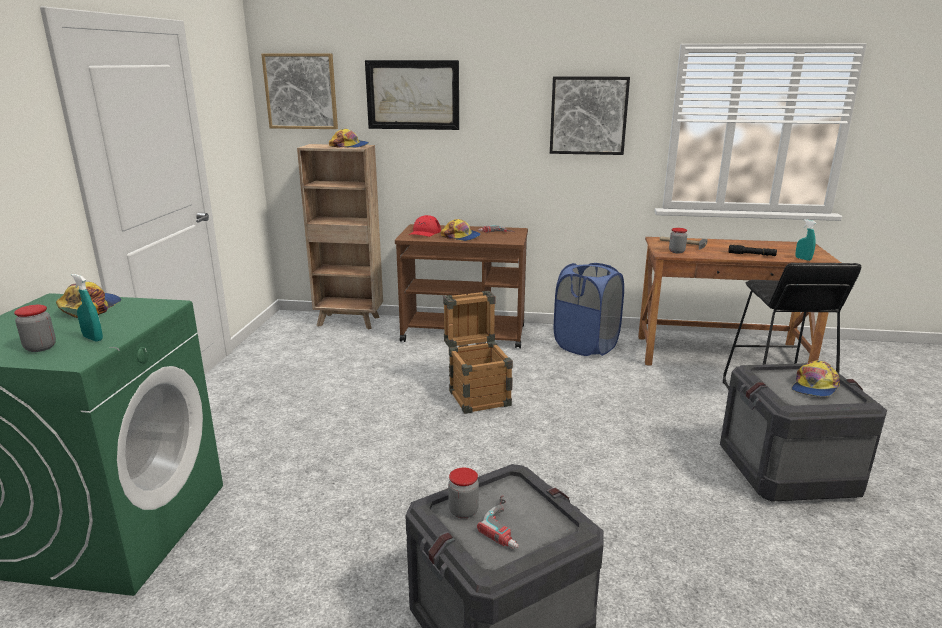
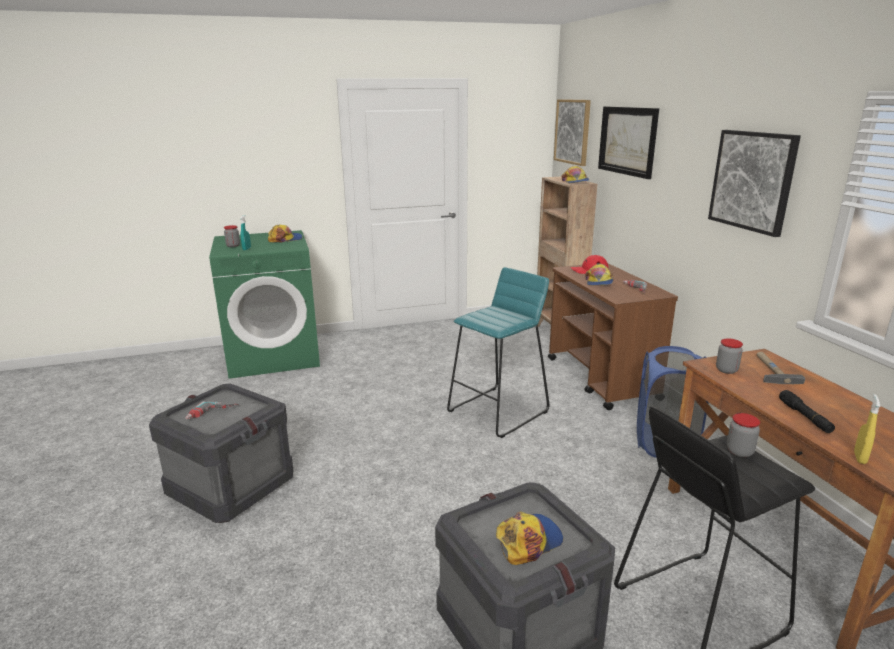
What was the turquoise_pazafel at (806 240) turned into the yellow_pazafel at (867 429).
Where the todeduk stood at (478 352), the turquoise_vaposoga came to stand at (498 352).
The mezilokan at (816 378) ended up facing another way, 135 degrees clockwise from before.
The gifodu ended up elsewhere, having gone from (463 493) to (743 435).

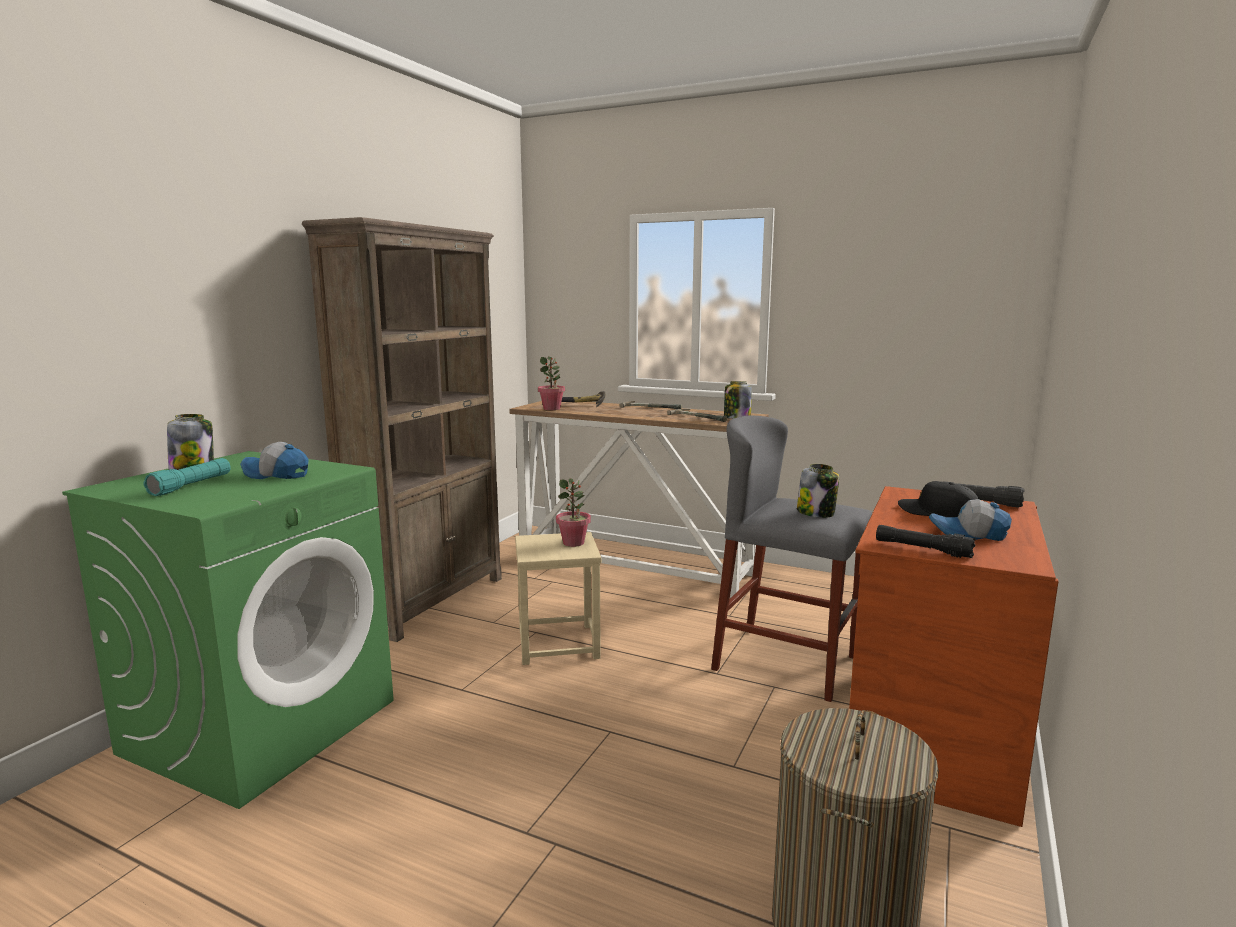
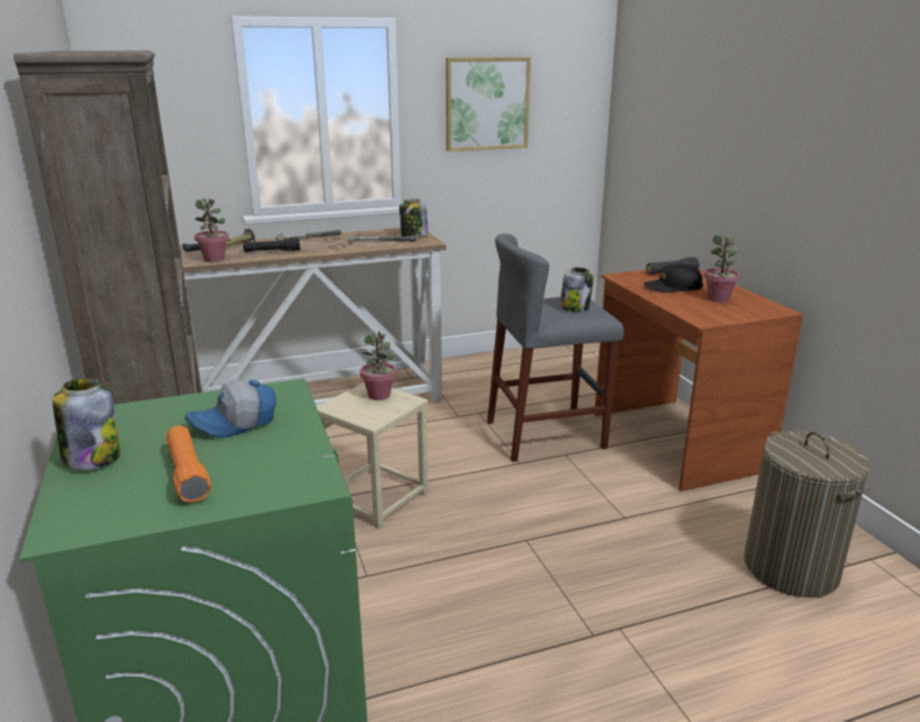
What was the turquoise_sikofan at (187 477) turned into the orange_sikofan at (188 464).
Where the mezilokan stood at (970 520), the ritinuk came to stand at (722 268).
The black_sikofan ended up elsewhere, having gone from (926 541) to (271 245).
The second view gained the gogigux at (488 104).

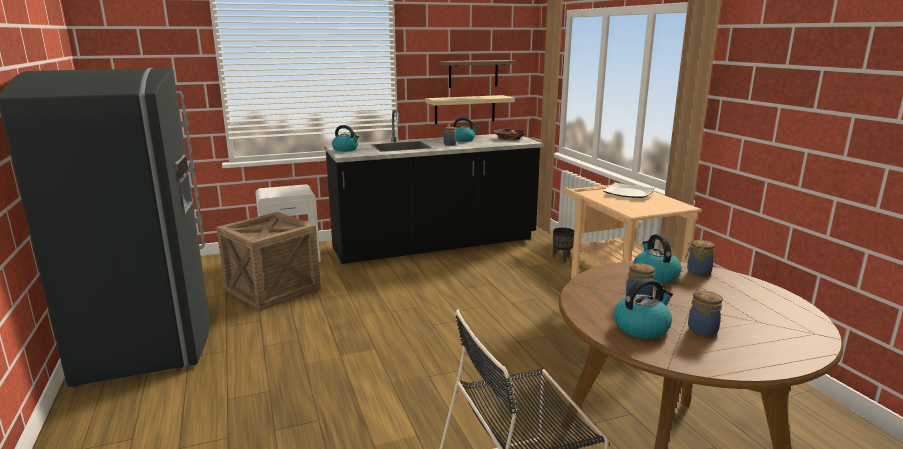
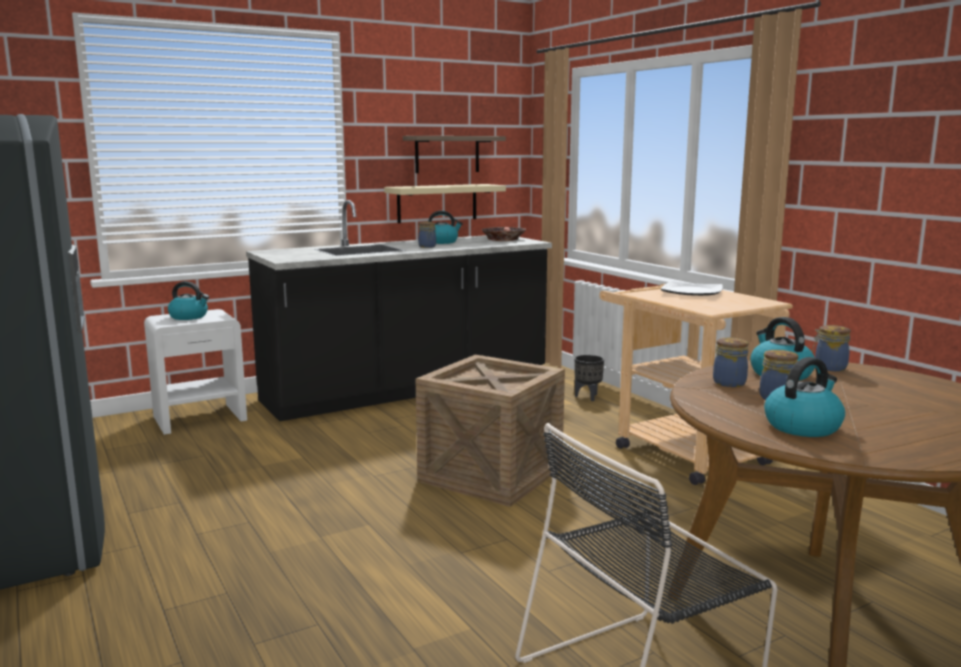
The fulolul ended up elsewhere, having gone from (345 138) to (188 300).
The todeduk ended up elsewhere, having gone from (268 261) to (490 431).
The gifodu ended up elsewhere, having gone from (705 314) to (731 362).

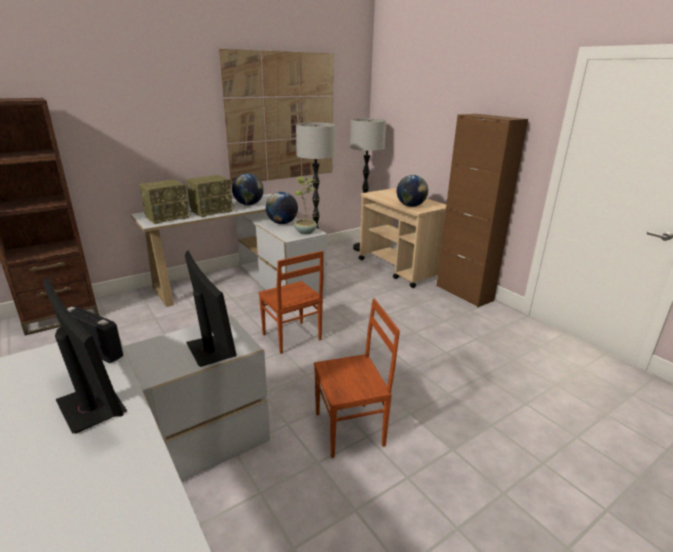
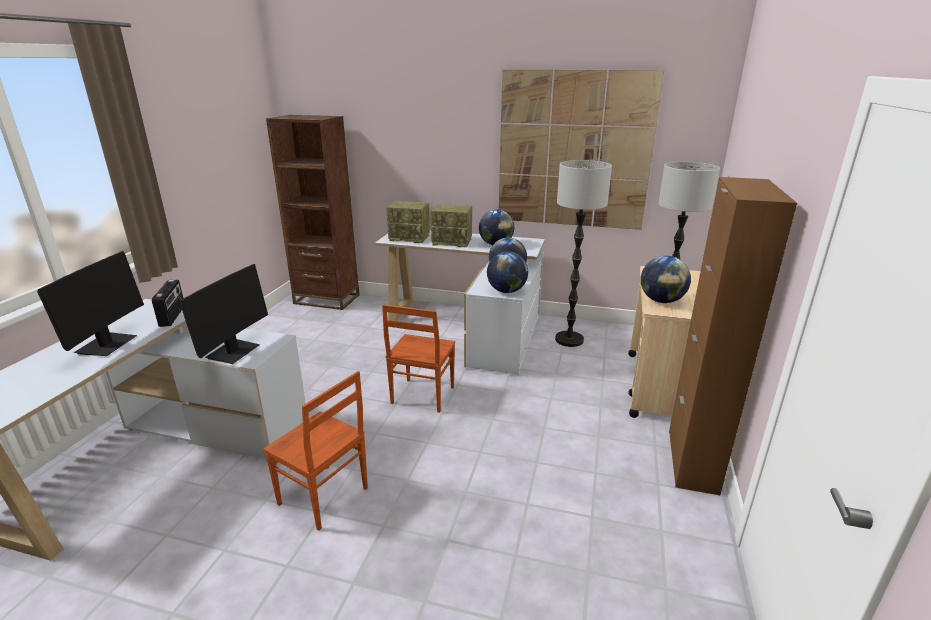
Where the ritinuk stood at (305 205), the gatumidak came to stand at (507 272).

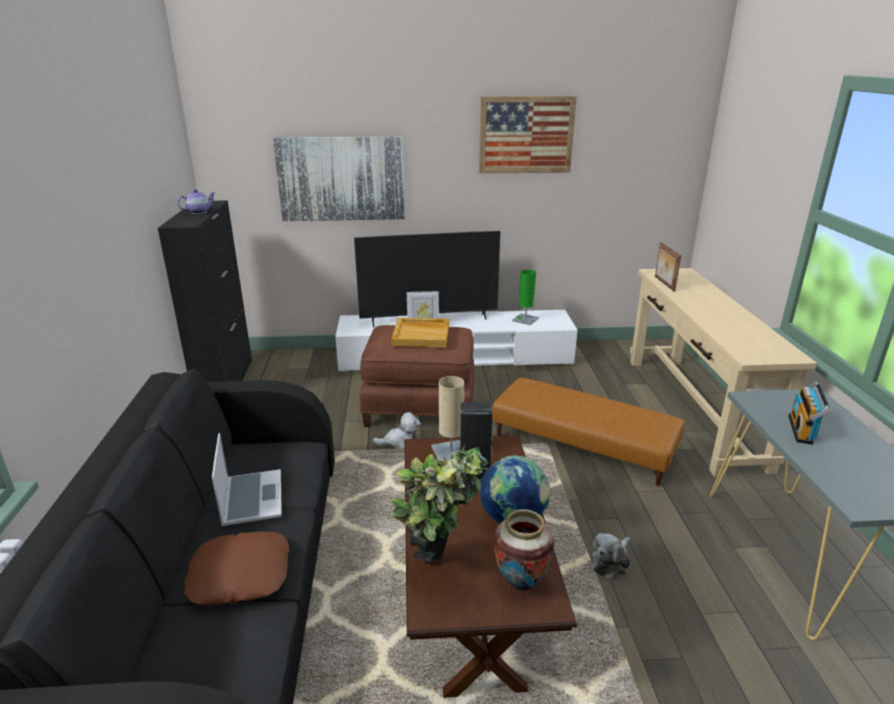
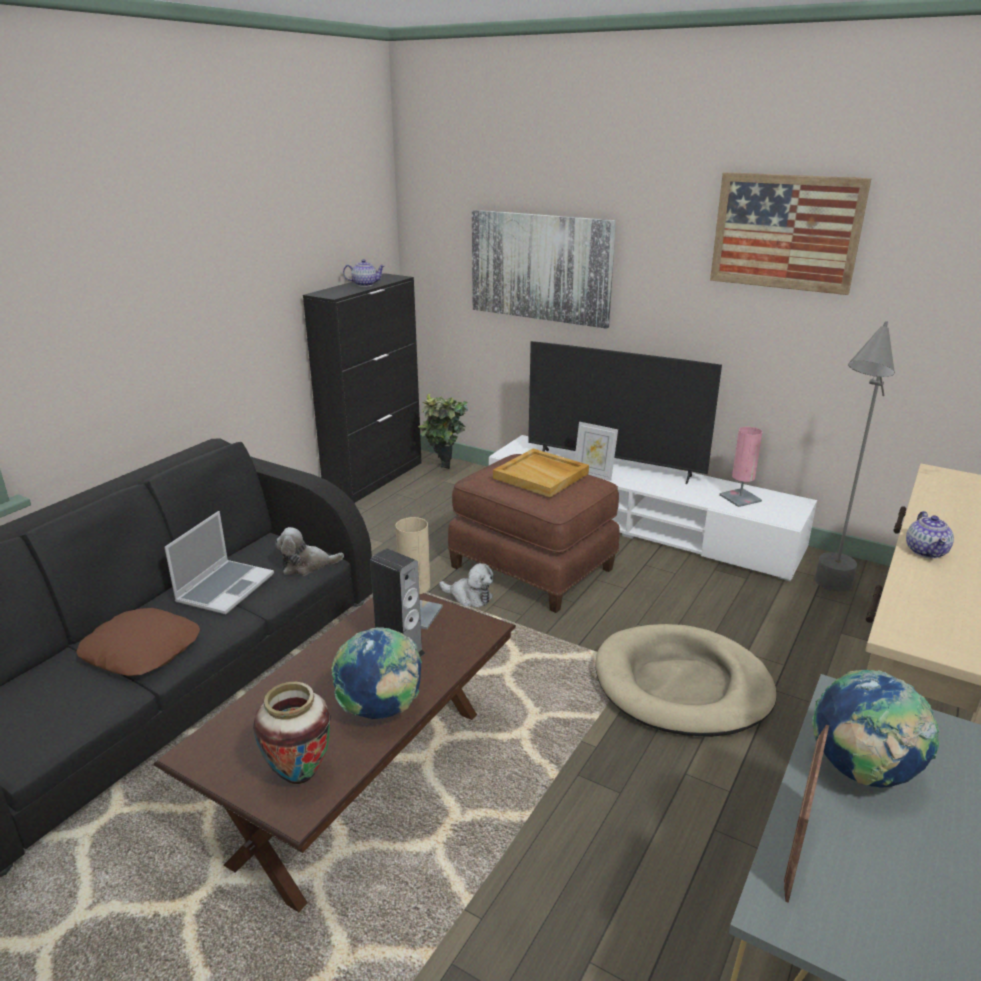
The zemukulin ended up elsewhere, having gone from (668 267) to (806 814).
What was the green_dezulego at (525 297) turned into the pink_dezulego at (740 466).
Where the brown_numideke stood at (588 432), the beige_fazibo came to stand at (685 680).
Where the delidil stood at (809 413), the gatumidak came to stand at (876 729).
The ritinuk ended up elsewhere, having gone from (440 503) to (443 431).
The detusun ended up elsewhere, having gone from (610 556) to (309 551).
The second view gained the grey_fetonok at (855 456).
The second view gained the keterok at (930 535).

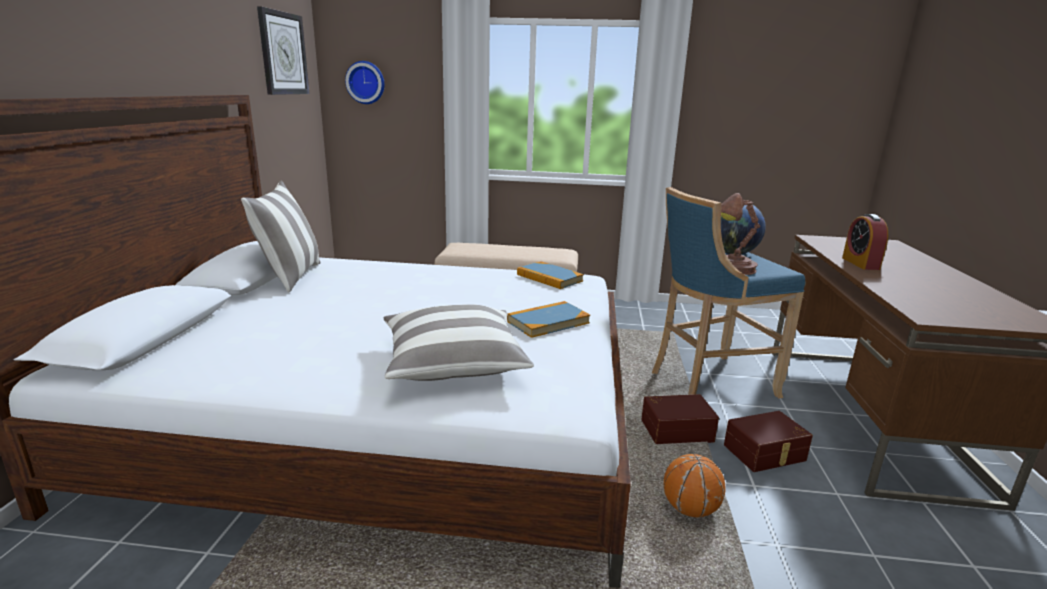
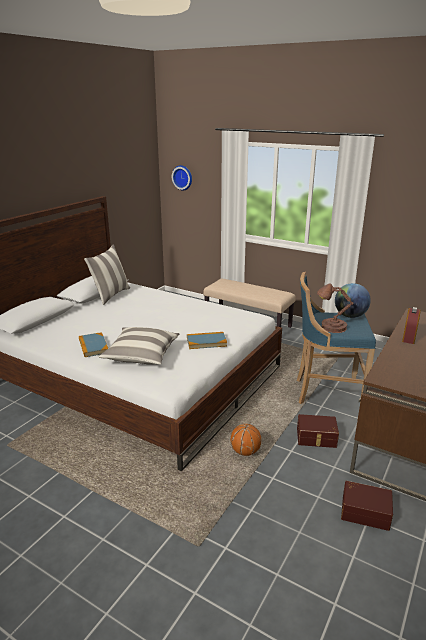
The second view lost the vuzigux at (283 50).
The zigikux ended up elsewhere, having gone from (550 275) to (93 344).
The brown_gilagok ended up elsewhere, having gone from (680 419) to (367 506).

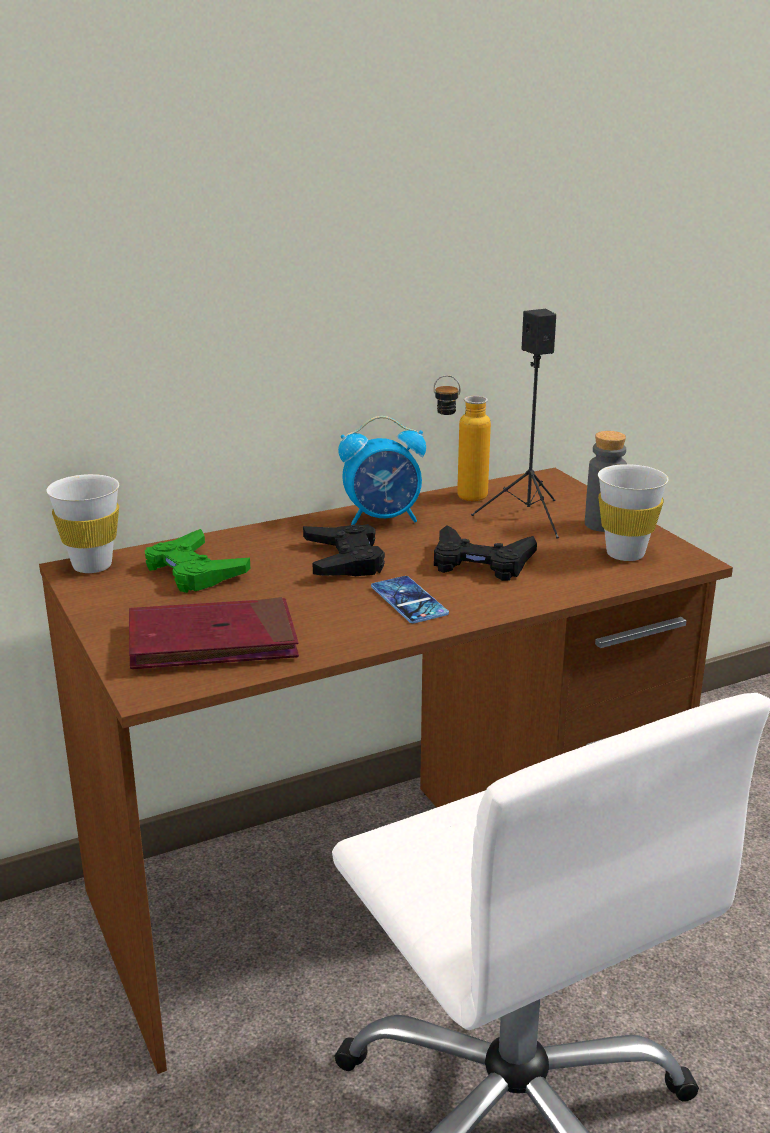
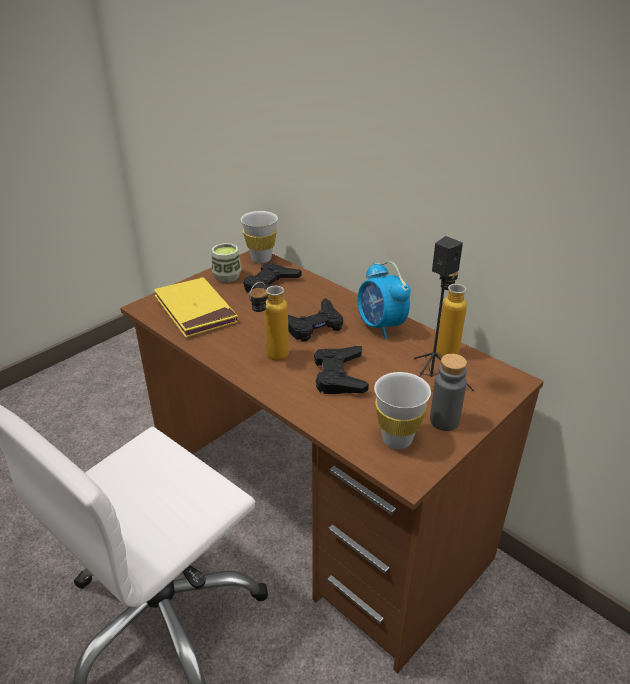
What was the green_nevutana at (197 561) turned into the black_nevutana at (272 280).
Where the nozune stood at (410 599), the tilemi came to stand at (269 321).
What was the red_zigikux at (214 633) turned into the yellow_zigikux at (196 307).
The second view gained the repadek at (227 262).

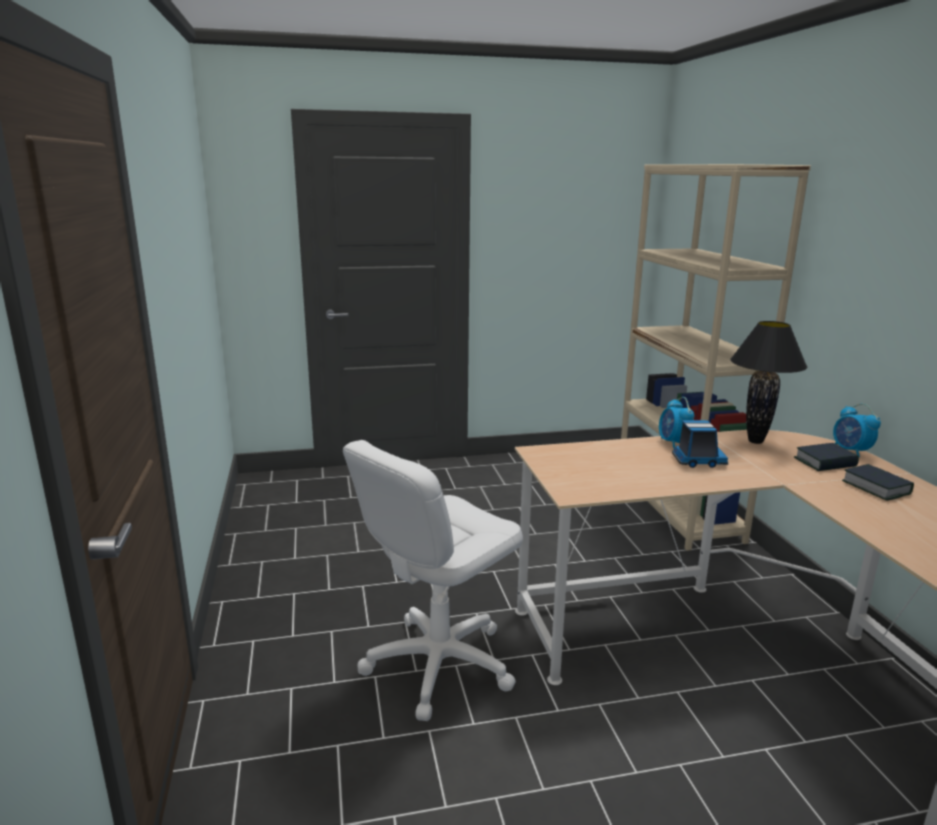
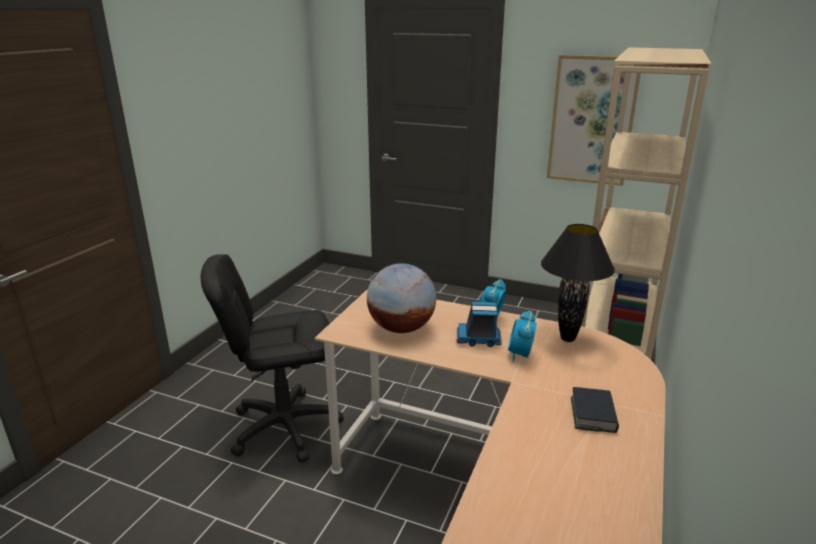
The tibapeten ended up elsewhere, having gone from (857 430) to (522 336).
The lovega at (700 444) ended up facing another way, 150 degrees clockwise from before.
What was the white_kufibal at (433 580) turned into the black_kufibal at (272 358).
The second view lost the zigikux at (826 457).
The second view gained the gogigux at (594 120).
The second view gained the gatumidak at (401 298).

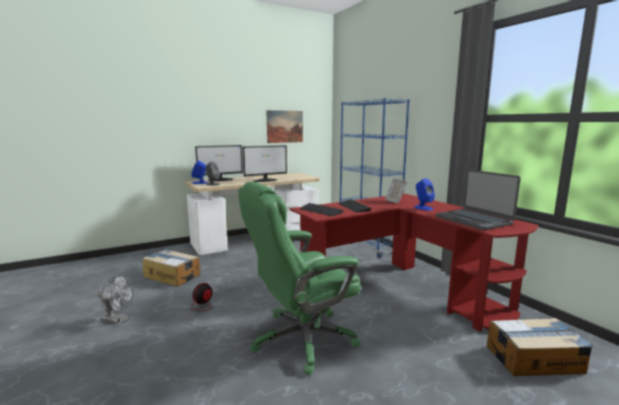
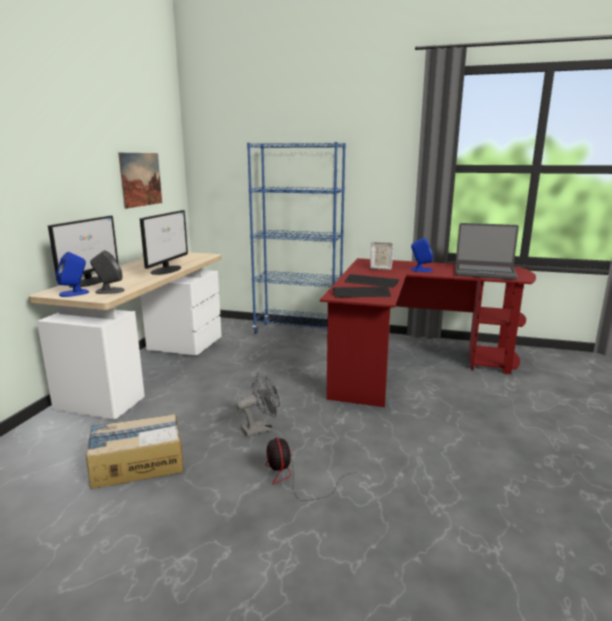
The second view lost the green_kufibal at (299 278).
The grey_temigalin ended up elsewhere, having gone from (115 300) to (258 405).
The second view lost the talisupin at (540 347).

